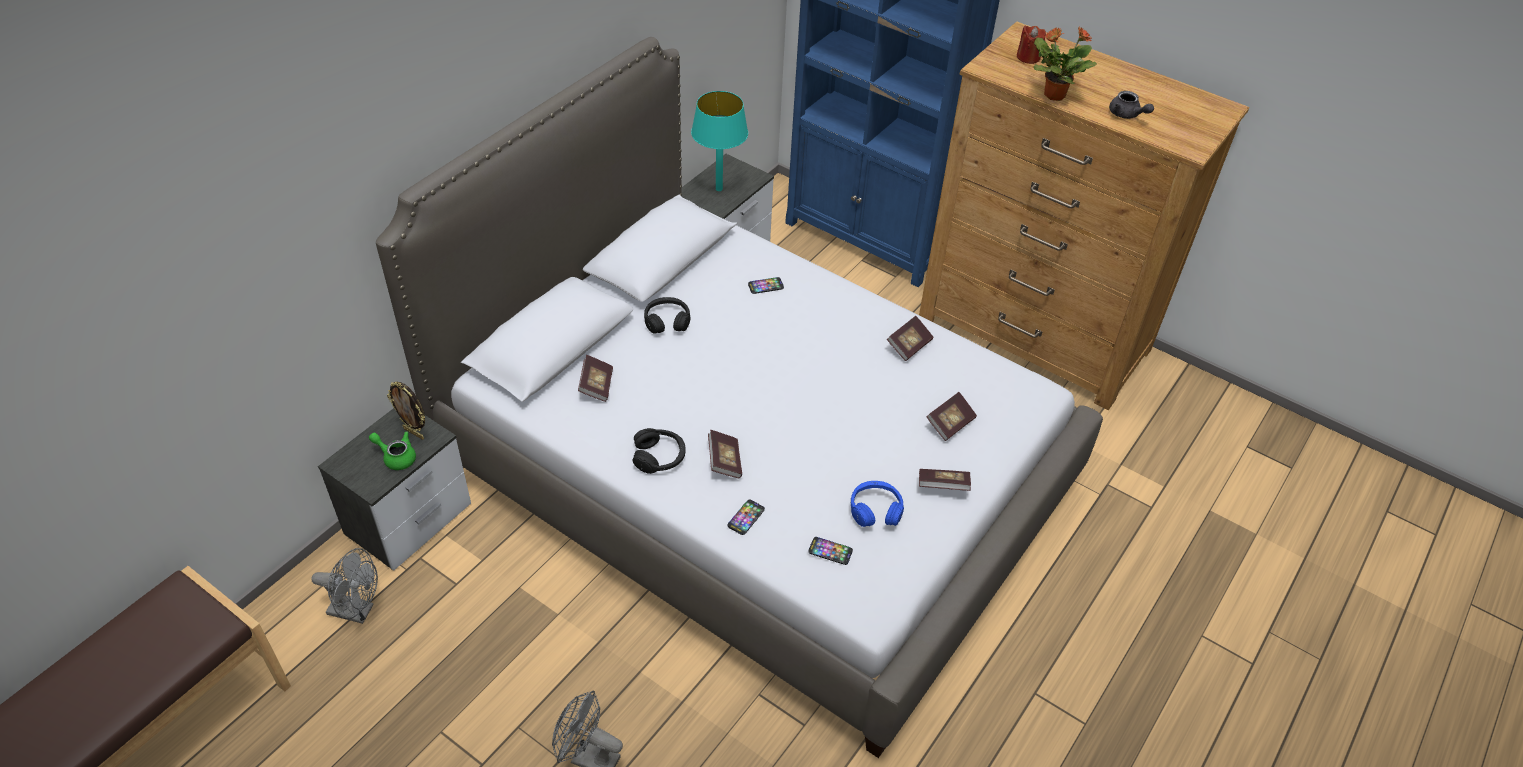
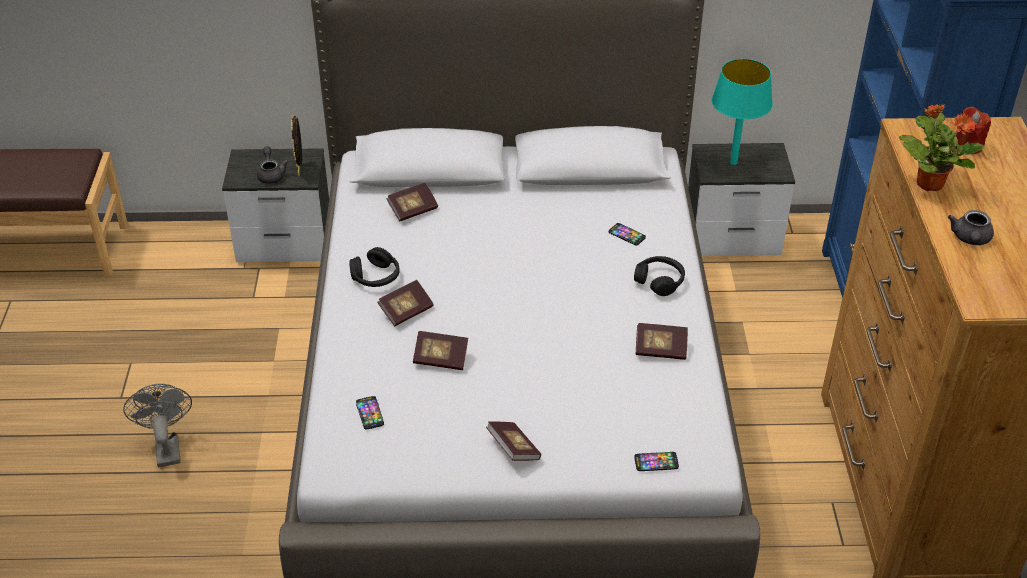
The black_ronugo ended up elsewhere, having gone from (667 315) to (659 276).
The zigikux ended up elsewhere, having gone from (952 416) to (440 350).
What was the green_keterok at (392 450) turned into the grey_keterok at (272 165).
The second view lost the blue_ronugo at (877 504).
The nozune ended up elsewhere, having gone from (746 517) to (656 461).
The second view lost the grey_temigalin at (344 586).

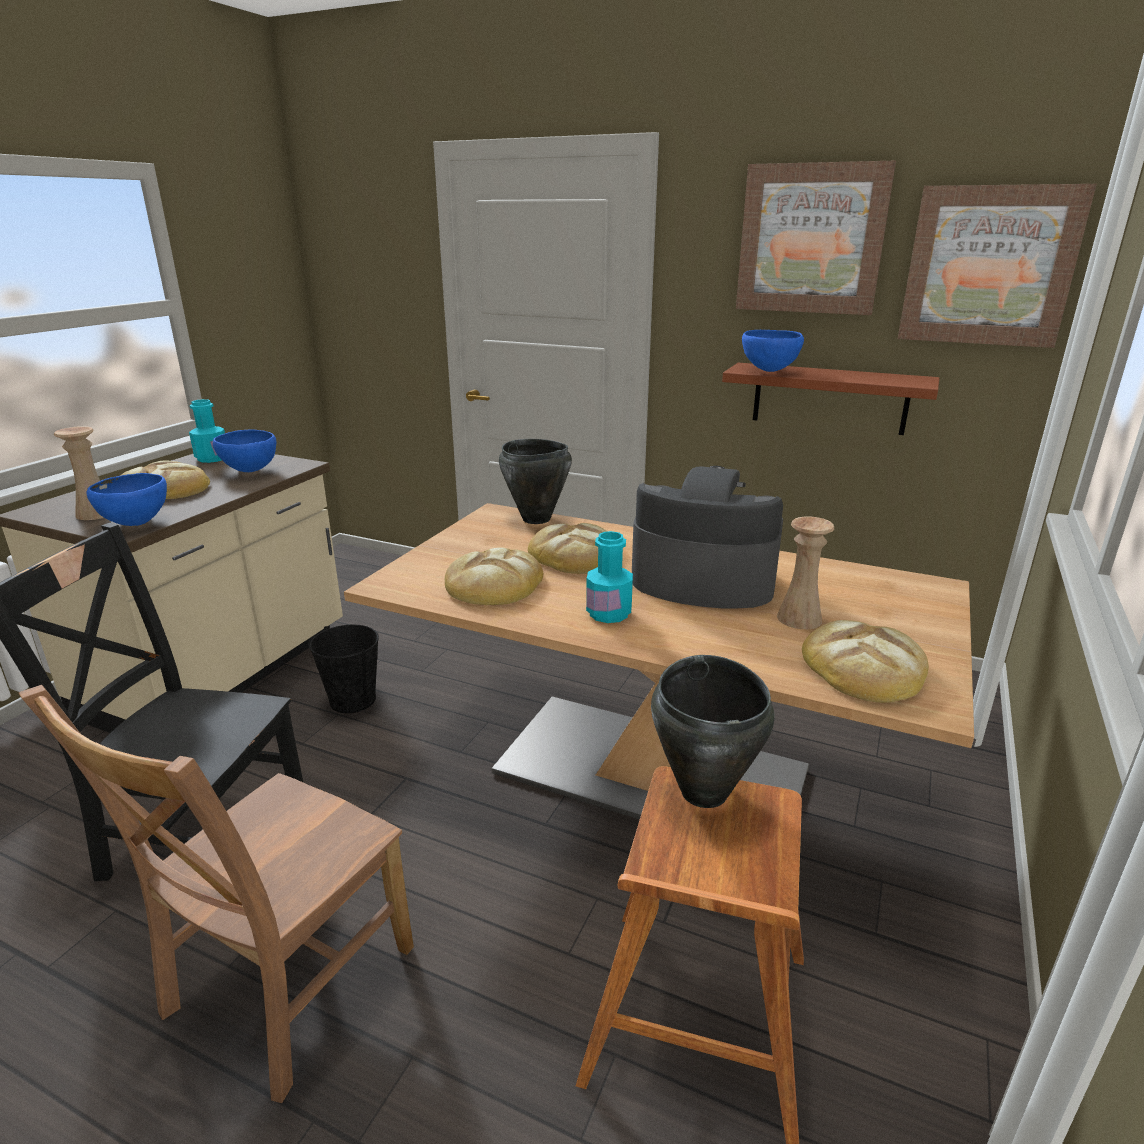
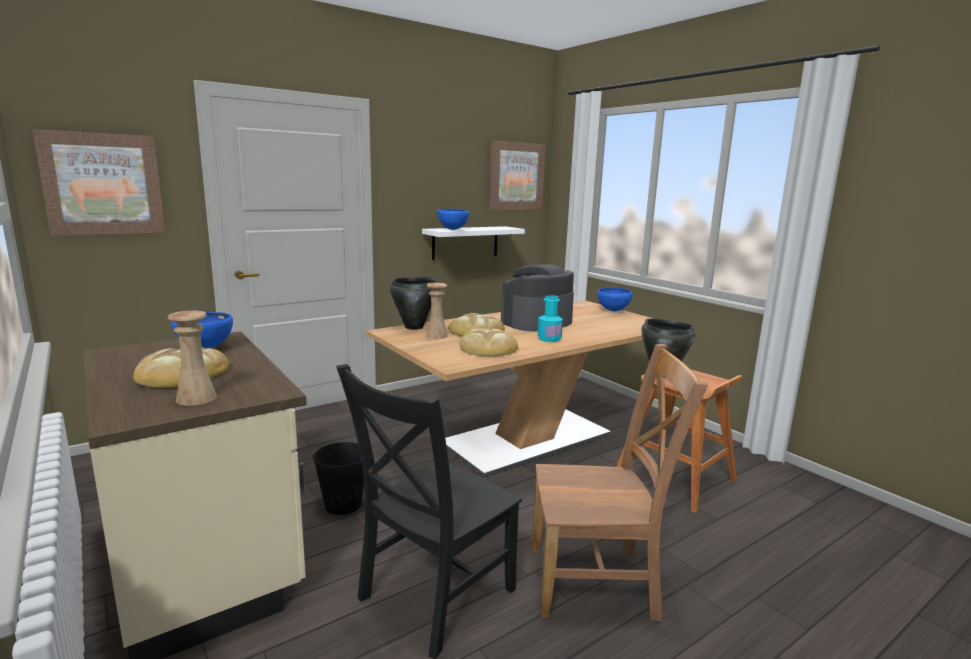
The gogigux ended up elsewhere, having gone from (816 238) to (98 182).
What was the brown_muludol at (830 399) turned into the white_muludol at (473 243).
The second view lost the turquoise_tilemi at (207 431).
The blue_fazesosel ended up elsewhere, having gone from (126 499) to (615 299).
The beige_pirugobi ended up elsewhere, having gone from (805 573) to (436 311).
The second view lost the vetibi at (865 661).
The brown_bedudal at (216 894) ended up facing another way, 60 degrees counterclockwise from before.

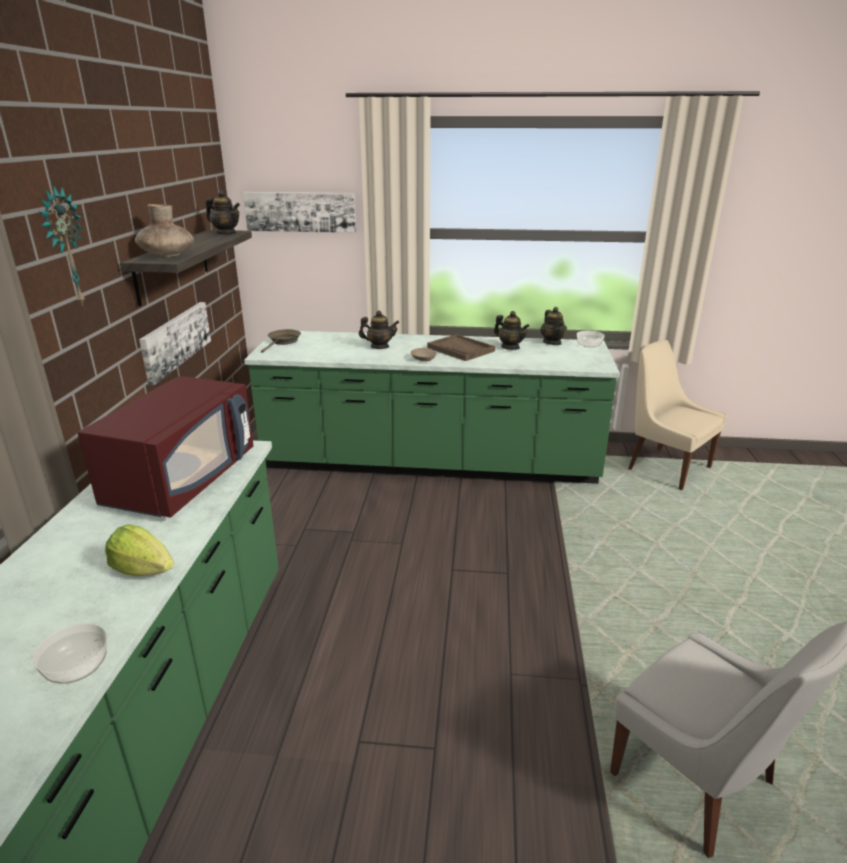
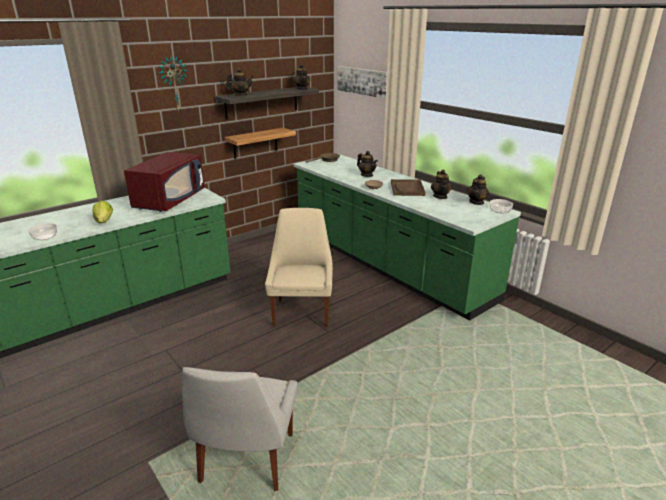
Where the brown_pirugobi stood at (164 230), the keterok came to stand at (240 82).
Where the gogigux hung at (175 343), the muludol came to hang at (260 143).
The beige_bedudal ended up elsewhere, having gone from (677 415) to (299 267).
The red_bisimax at (166 447) ended up facing another way, 45 degrees counterclockwise from before.

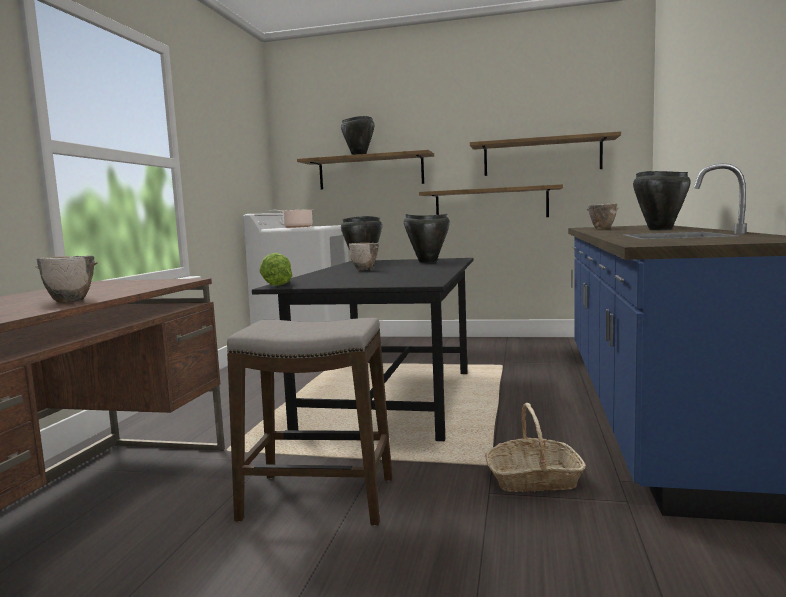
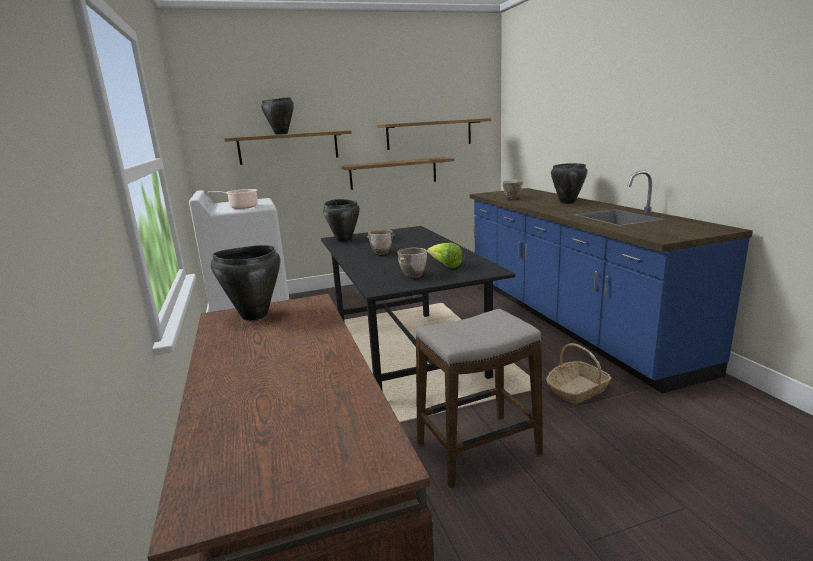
The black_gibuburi ended up elsewhere, having gone from (427 238) to (245 283).
The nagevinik ended up elsewhere, having gone from (276 269) to (444 255).
The fazesosel ended up elsewhere, having gone from (66 279) to (412 262).

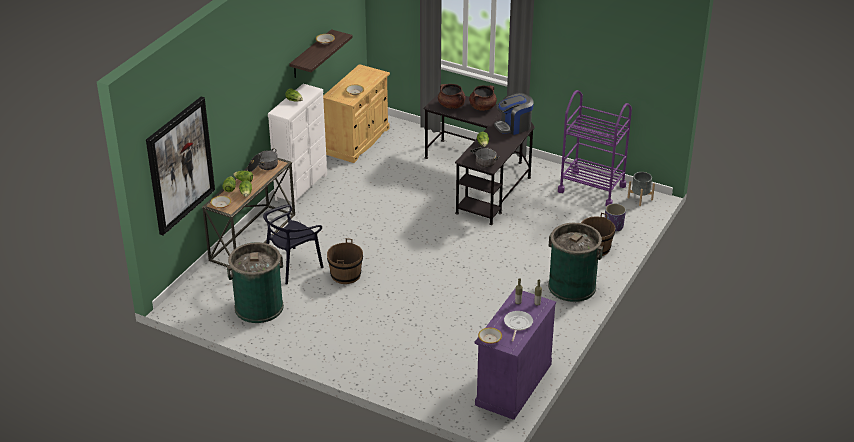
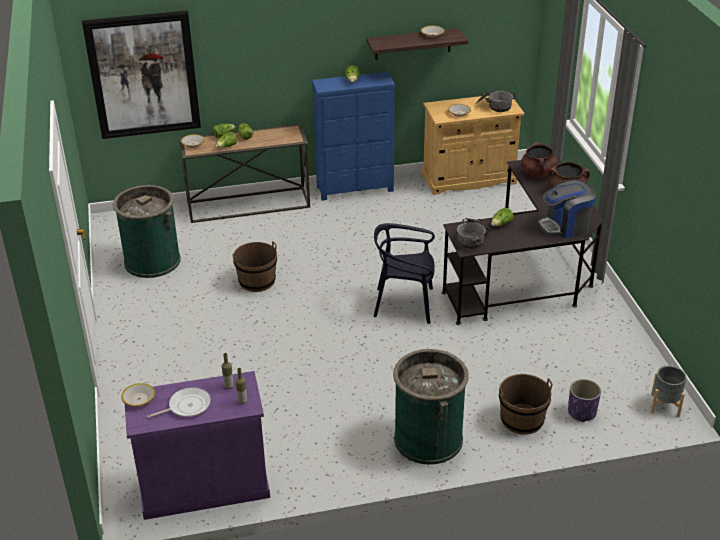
What was the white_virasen at (297 145) turned into the blue_virasen at (353 136).
The second view lost the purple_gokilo at (595 148).
The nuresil at (514 113) ended up facing another way, 45 degrees counterclockwise from before.
The gibuburi ended up elsewhere, having gone from (262 160) to (496 101).
The black_bedudal ended up elsewhere, having gone from (293 245) to (404 273).

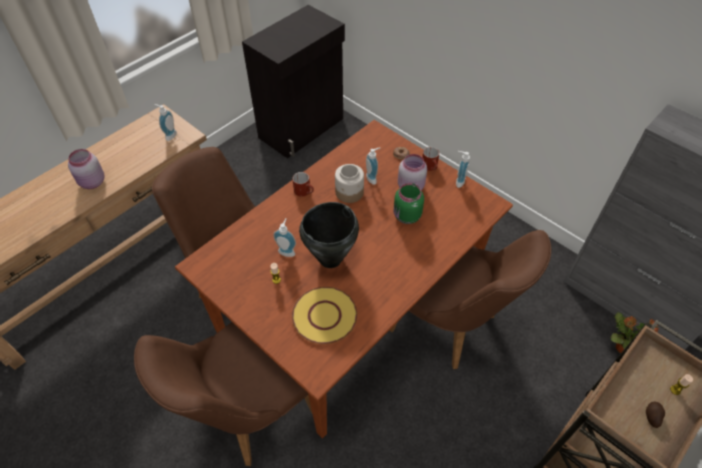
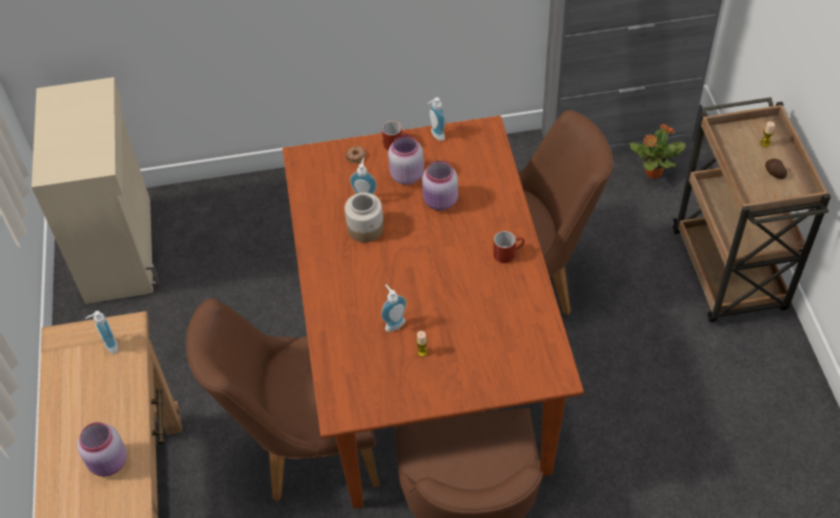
What was the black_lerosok at (293 81) turned into the beige_lerosok at (96 190).
The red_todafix ended up elsewhere, having gone from (303 184) to (509 247).
What was the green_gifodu at (409 203) turned into the pink_gifodu at (440 185).
The second view lost the black_gibuburi at (329 235).
The second view lost the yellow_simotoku at (325 315).

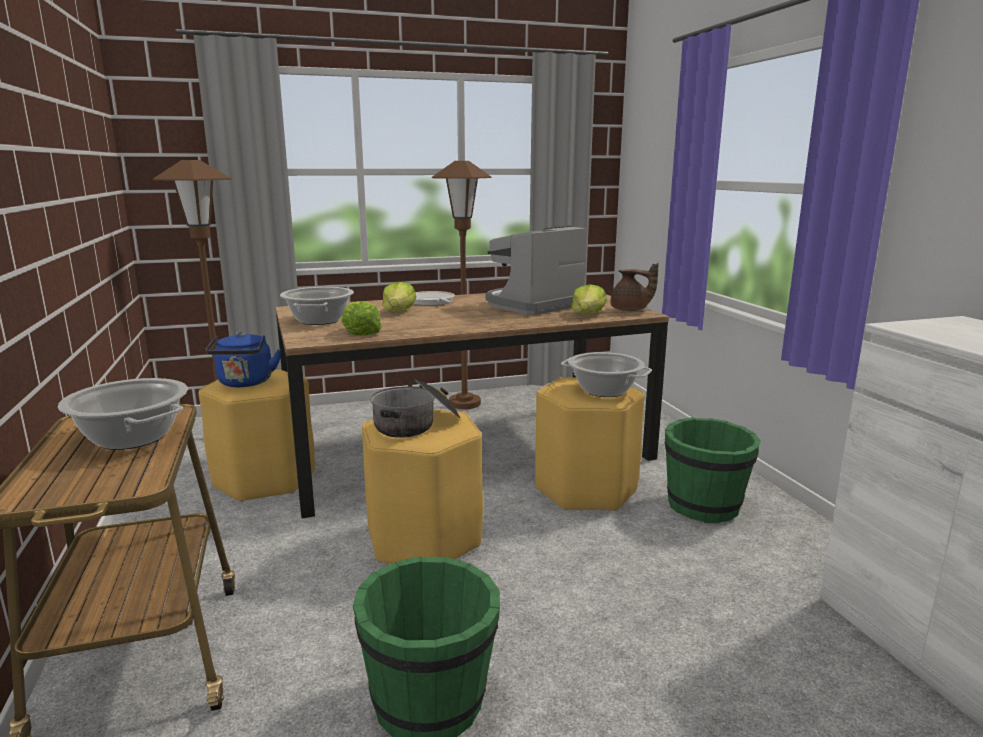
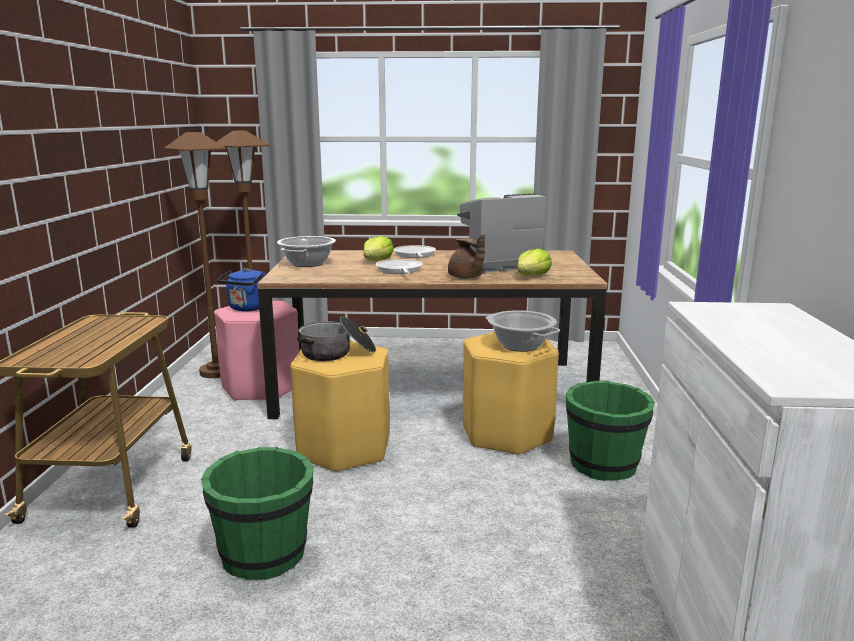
The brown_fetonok ended up elsewhere, having gone from (461 285) to (194 255).
The brown_keterok ended up elsewhere, having gone from (634 287) to (466 256).
The second view lost the nagevinik at (362 318).
What was the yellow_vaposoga at (256 435) turned into the pink_vaposoga at (257 351).
The second view lost the gibuburi at (123 414).
The second view gained the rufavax at (399 266).

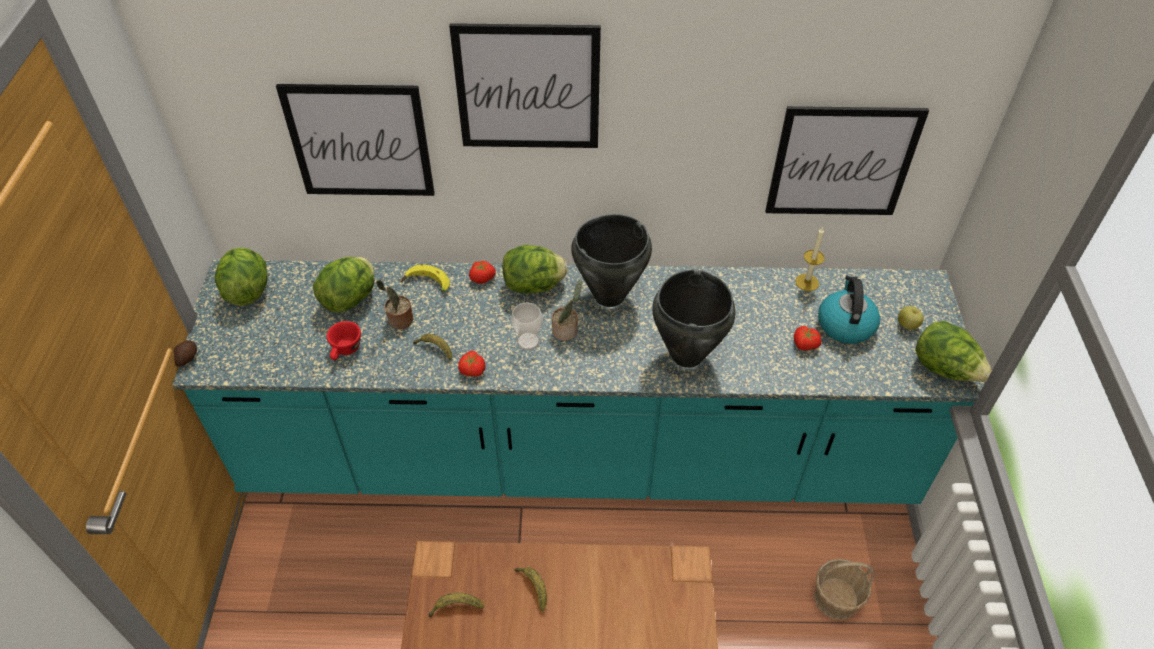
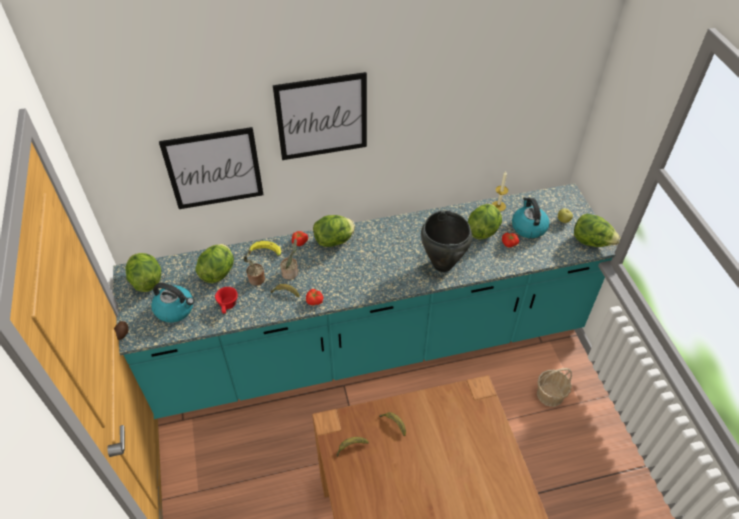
The second view lost the gogigux at (847 160).
The second view lost the black_gibuburi at (611 260).
The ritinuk ended up elsewhere, having gone from (567 310) to (289 259).
The second view lost the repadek at (527 326).
The second view gained the nagevinik at (485 221).
The second view gained the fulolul at (172 303).

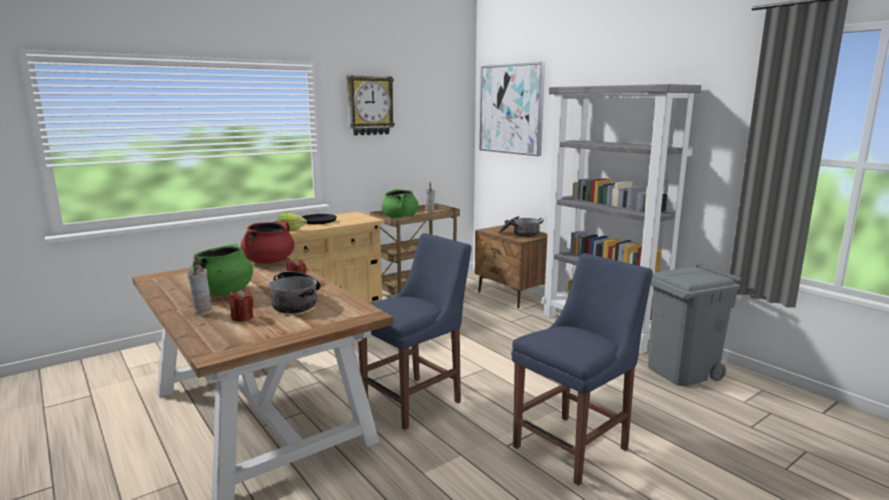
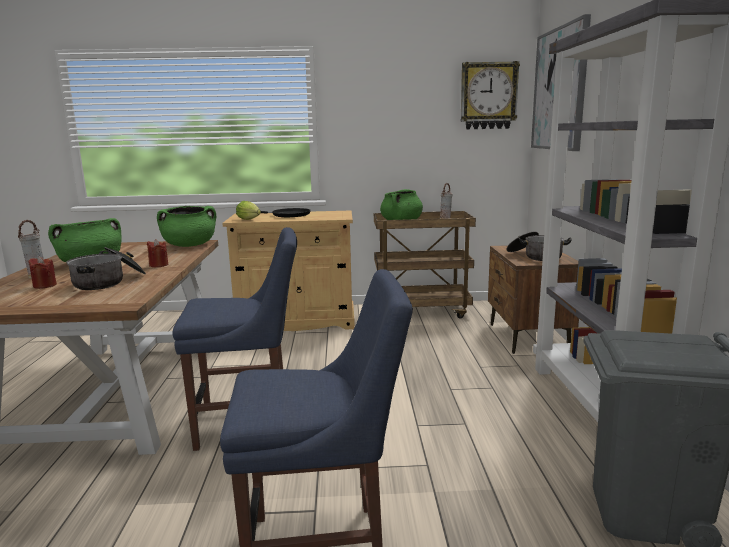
The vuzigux ended up elsewhere, having gone from (370 105) to (490 95).
What was the red_gibuburi at (268 242) turned into the green_gibuburi at (186 226).

